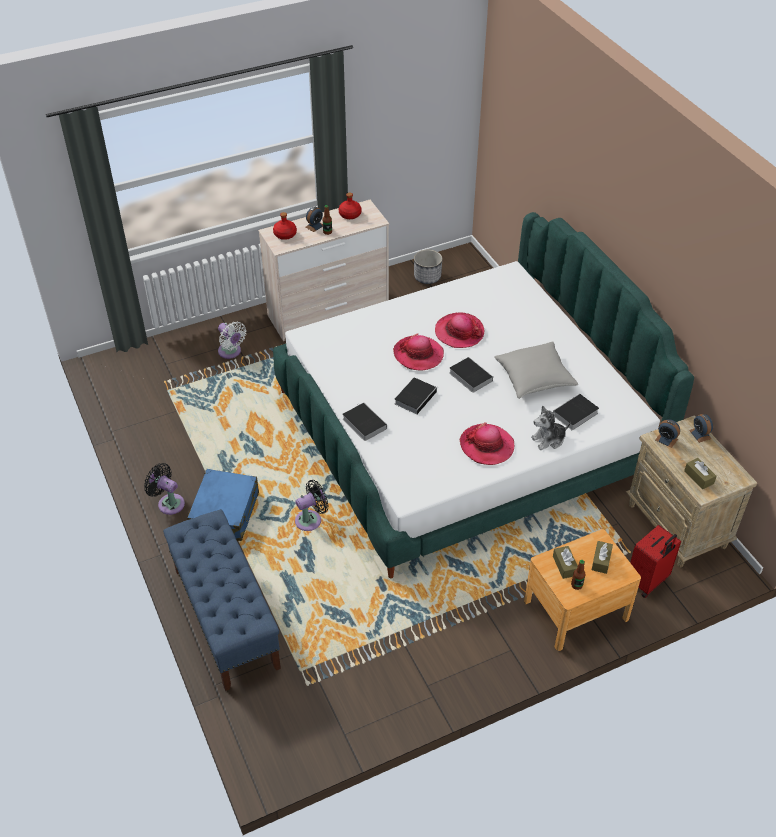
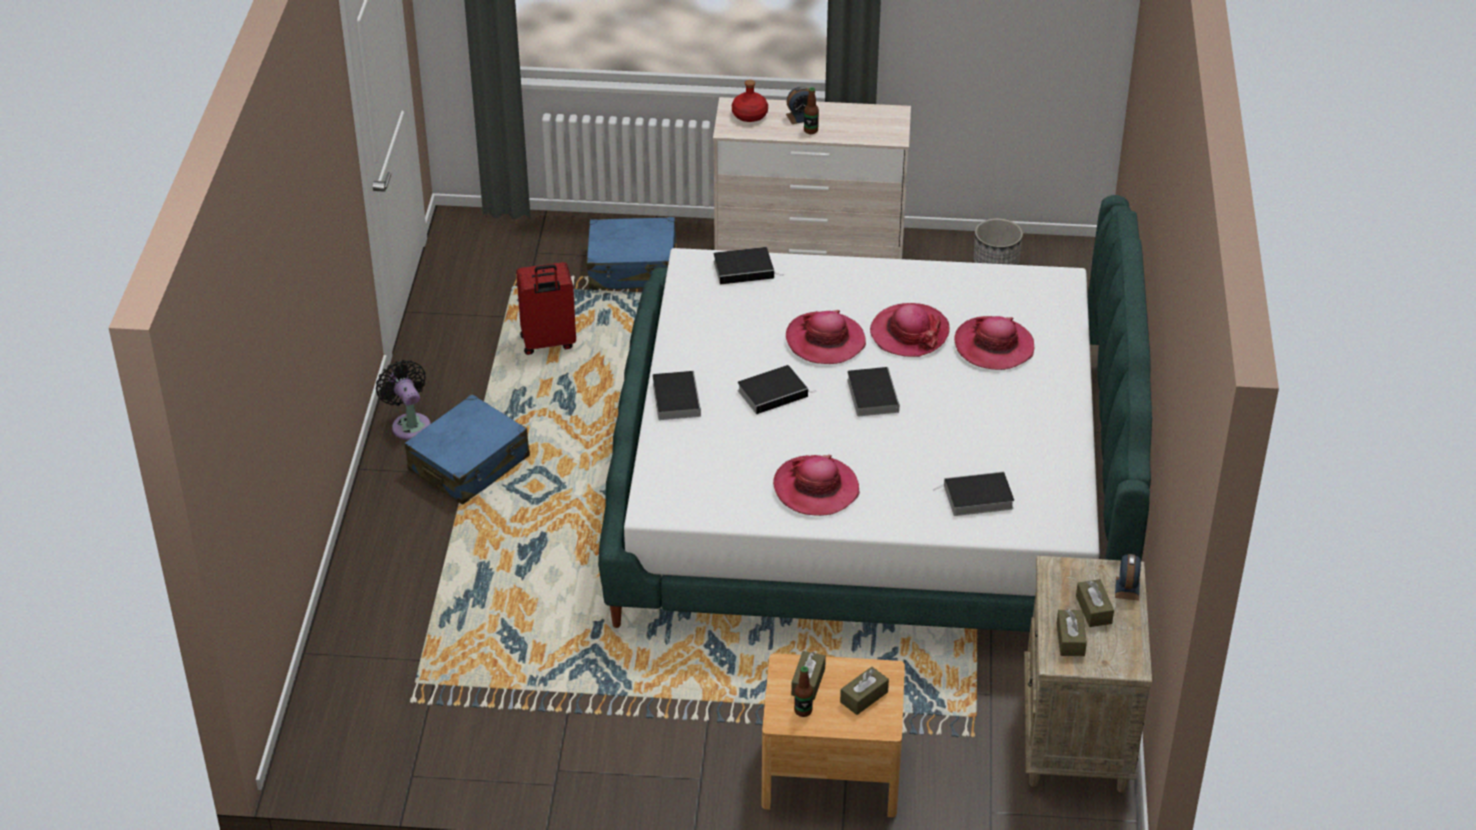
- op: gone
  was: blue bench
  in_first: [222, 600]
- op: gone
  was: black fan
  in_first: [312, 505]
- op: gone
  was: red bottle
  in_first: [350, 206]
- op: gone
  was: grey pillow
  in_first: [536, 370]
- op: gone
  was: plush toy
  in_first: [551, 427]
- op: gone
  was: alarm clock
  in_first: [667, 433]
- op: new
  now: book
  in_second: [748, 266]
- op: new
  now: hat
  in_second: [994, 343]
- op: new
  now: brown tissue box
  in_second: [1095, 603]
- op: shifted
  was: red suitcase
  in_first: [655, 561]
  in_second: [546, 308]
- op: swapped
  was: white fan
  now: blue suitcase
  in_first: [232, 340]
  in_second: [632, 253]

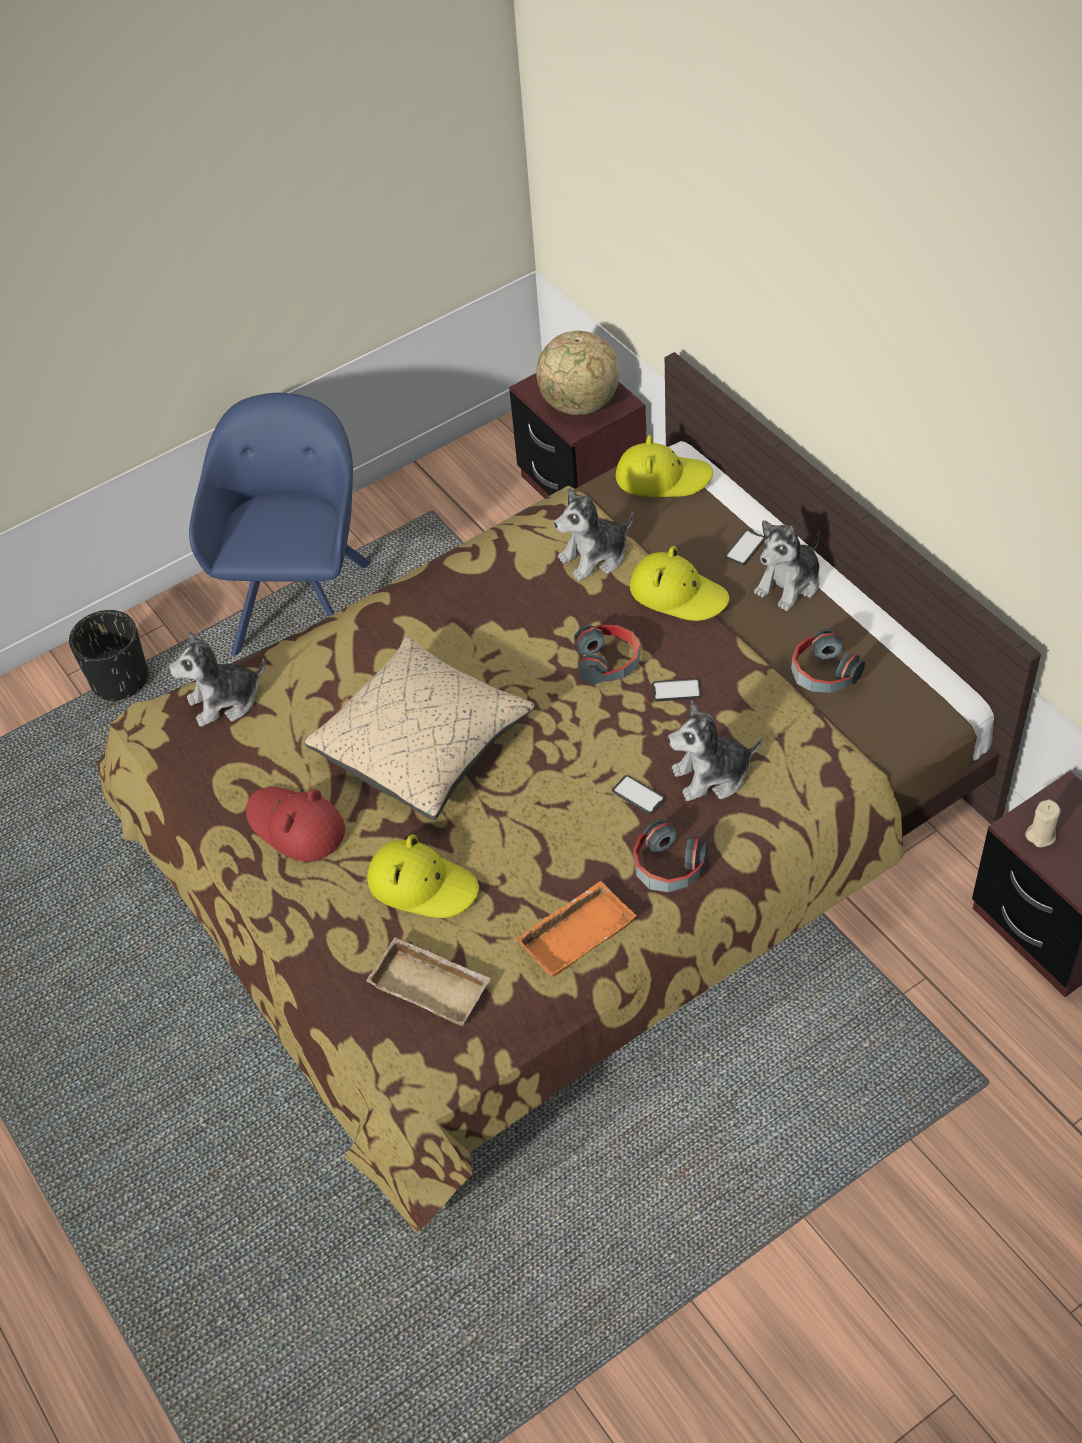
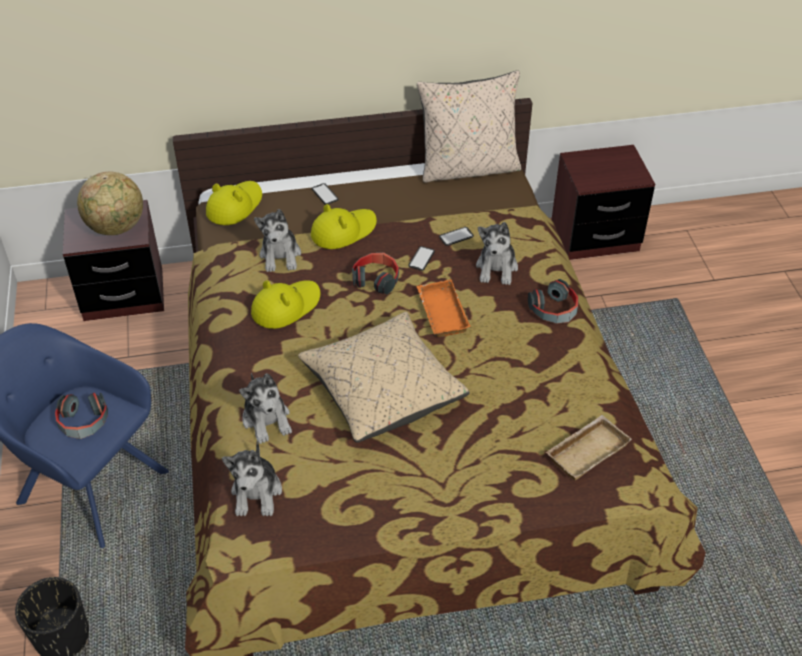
- op: gone
  was: red hat
  in_first: [295, 824]
- op: gone
  was: beige candle
  in_first: [1043, 823]
- op: new
  now: beige pillow
  in_second: [469, 127]
- op: shifted
  was: yellow hat
  in_first: [423, 876]
  in_second: [285, 304]
- op: shifted
  was: orange tray
  in_first: [576, 929]
  in_second: [443, 308]
- op: shifted
  was: phone
  in_first: [638, 794]
  in_second: [456, 236]
- op: shifted
  was: plush toy
  in_first: [787, 565]
  in_second: [265, 408]
- op: shifted
  was: headphones
  in_first: [828, 661]
  in_second: [81, 416]

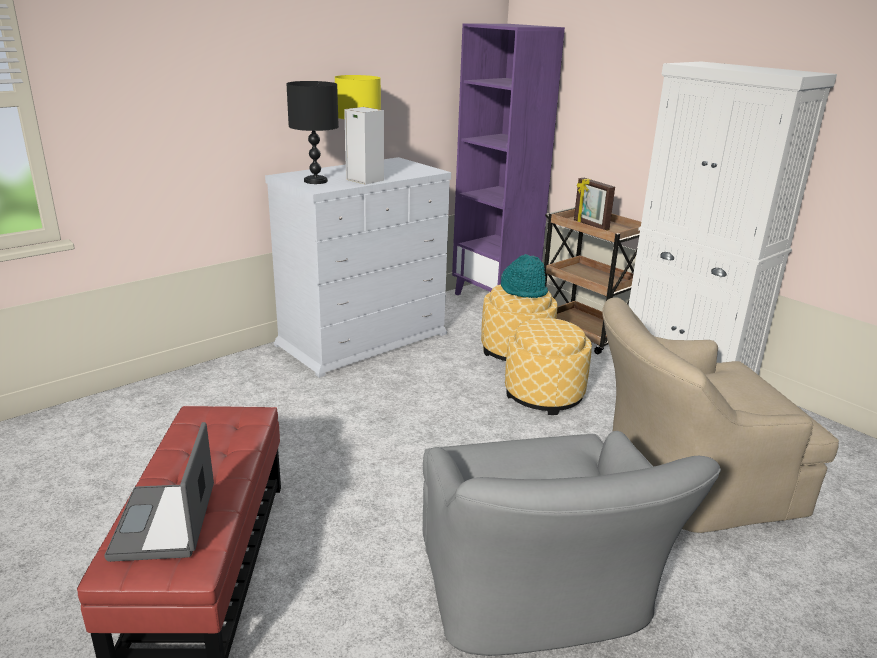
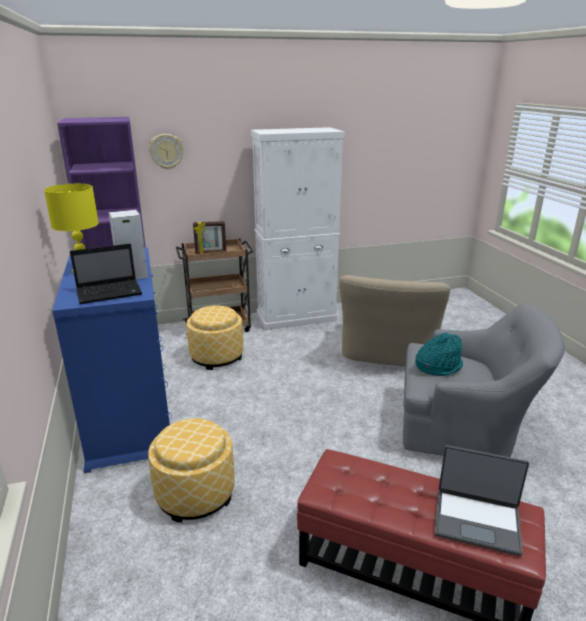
- op: new
  now: wall clock
  in_second: [166, 152]
- op: shifted
  was: turquoise hat
  in_first: [524, 276]
  in_second: [439, 354]
- op: shifted
  was: ottoman
  in_first: [548, 366]
  in_second: [191, 470]
- op: swapped
  was: black table lamp
  now: laptop
  in_first: [312, 132]
  in_second: [106, 274]
- op: repainted
  was: white dresser
  now: blue dresser
  in_first: [358, 267]
  in_second: [112, 360]

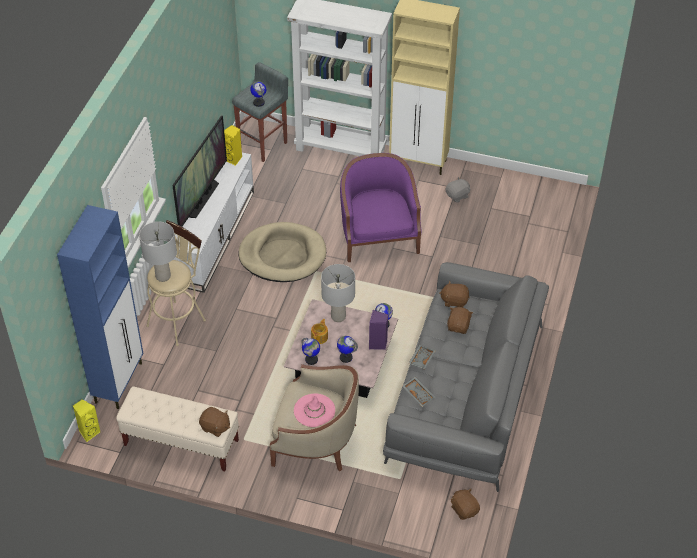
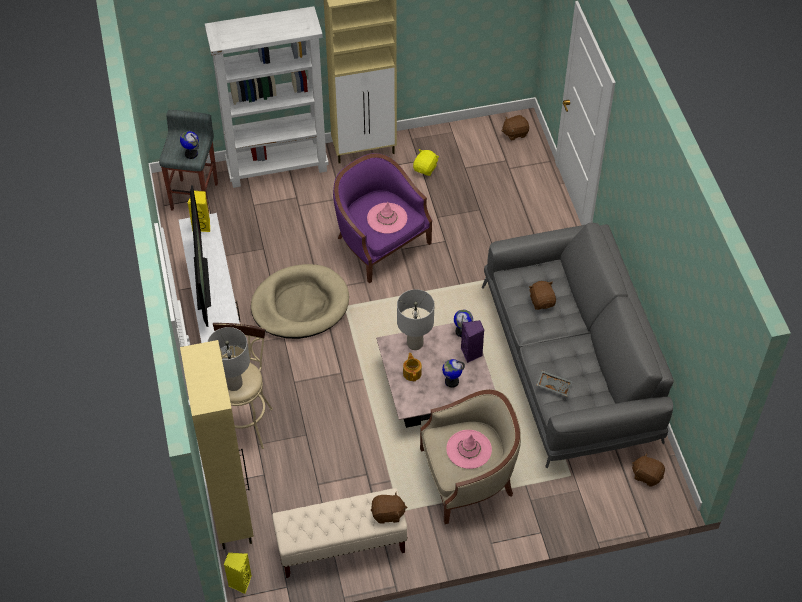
- op: gone
  was: globe
  in_first: [311, 351]
- op: gone
  was: grey tray
  in_first: [422, 357]
- op: new
  now: pink hat
  in_second: [387, 218]
- op: shifted
  was: brown plush toy
  in_first: [454, 294]
  in_second: [515, 128]
- op: repainted
  was: blue cabinet
  now: beige cabinet
  in_first: [100, 307]
  in_second: [217, 444]
- op: repainted
  was: grey plush toy
  now: yellow plush toy
  in_first: [458, 190]
  in_second: [426, 162]

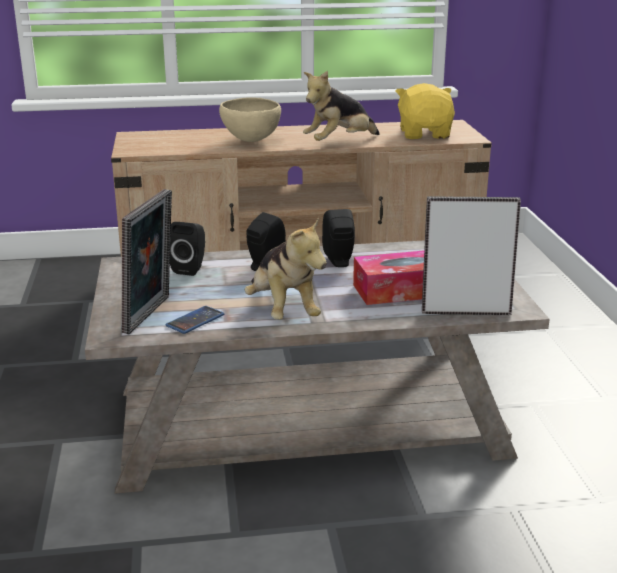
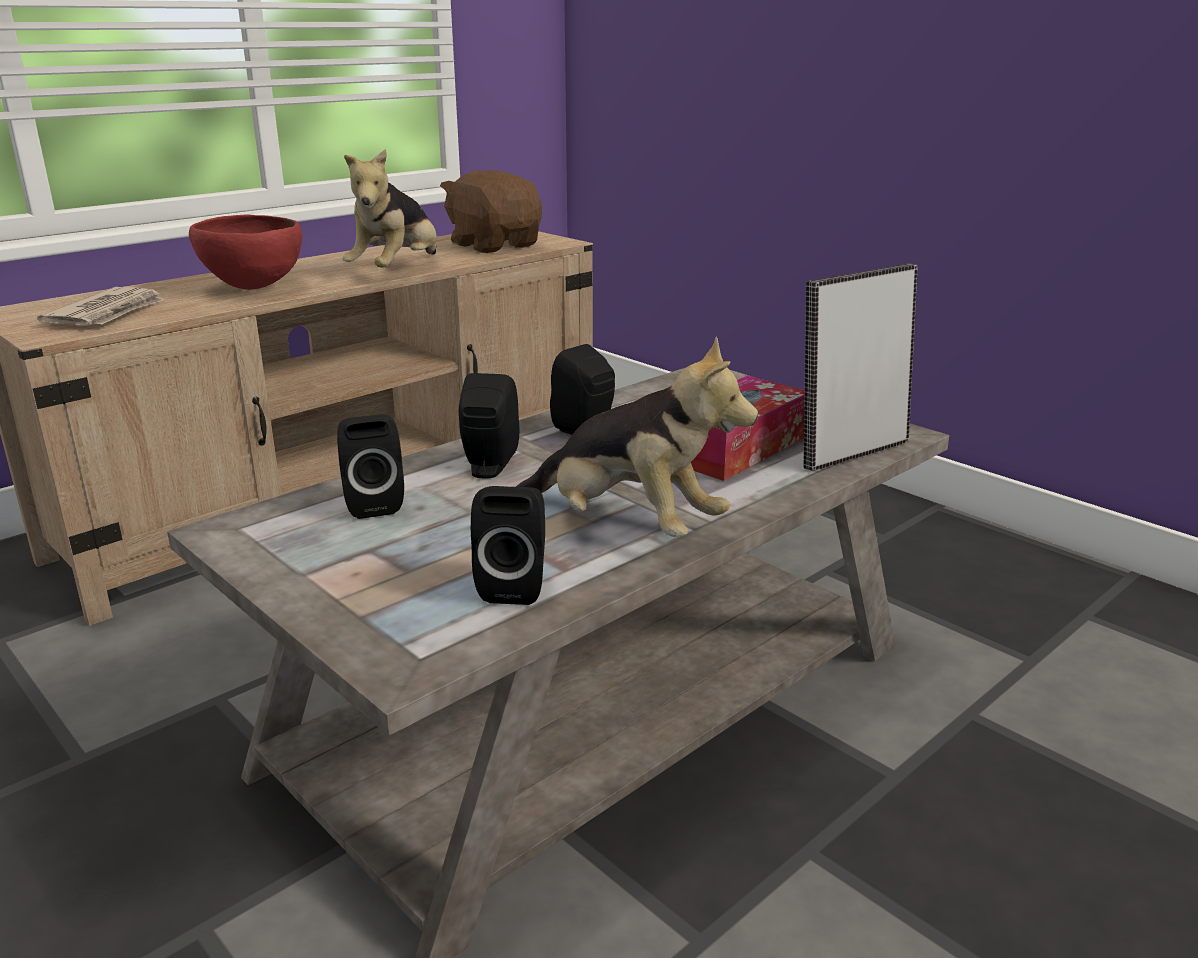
- op: gone
  was: picture frame
  in_first: [147, 261]
- op: new
  now: newspaper
  in_second: [100, 306]
- op: swapped
  was: phone
  now: black speaker
  in_first: [194, 320]
  in_second: [508, 545]
- op: repainted
  was: beige bowl
  now: red bowl
  in_first: [250, 119]
  in_second: [245, 252]
- op: repainted
  was: yellow plush toy
  now: brown plush toy
  in_first: [425, 111]
  in_second: [491, 211]

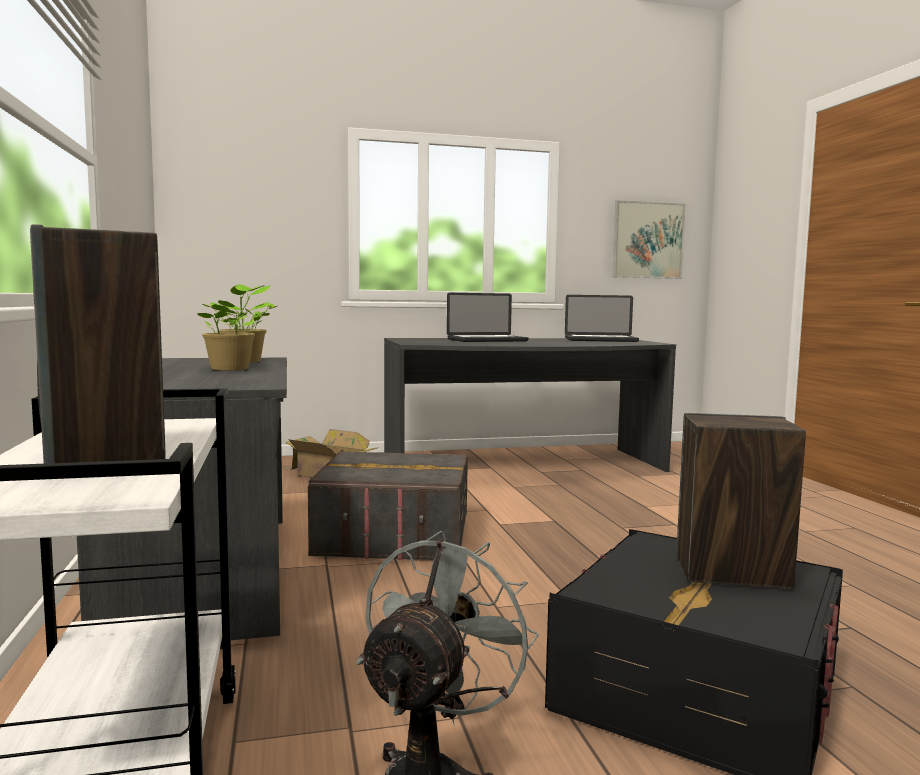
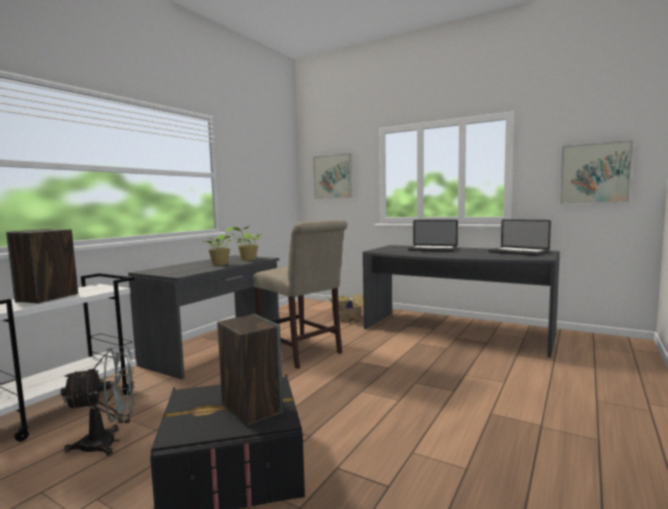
- op: new
  now: picture
  in_second: [332, 176]
- op: swapped
  was: grey storage box
  now: beige chair
  in_first: [388, 505]
  in_second: [300, 294]

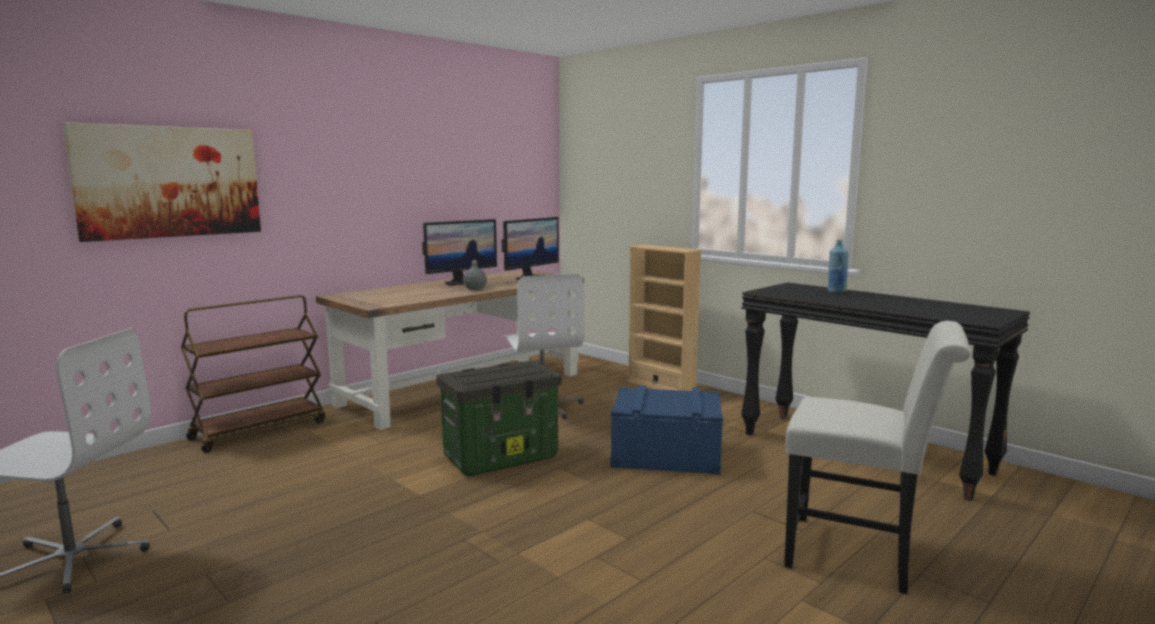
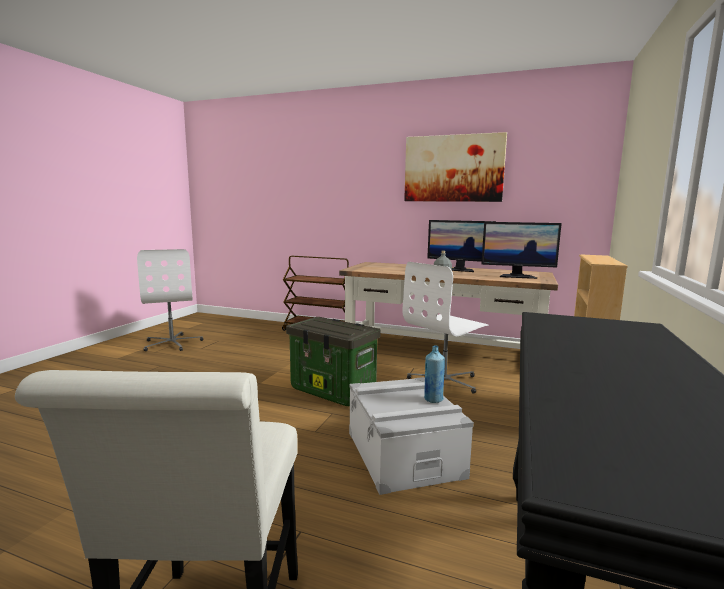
- op: shifted
  was: picture
  in_first: [162, 182]
  in_second: [455, 167]
- op: shifted
  was: blue bottle
  in_first: [838, 266]
  in_second: [434, 374]
- op: repainted
  was: blue storage box
  now: grey storage box
  in_first: [666, 430]
  in_second: [411, 436]

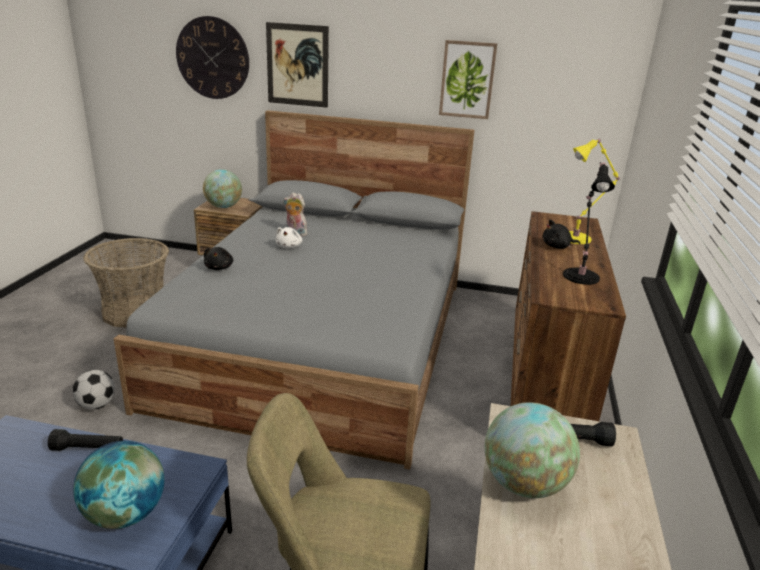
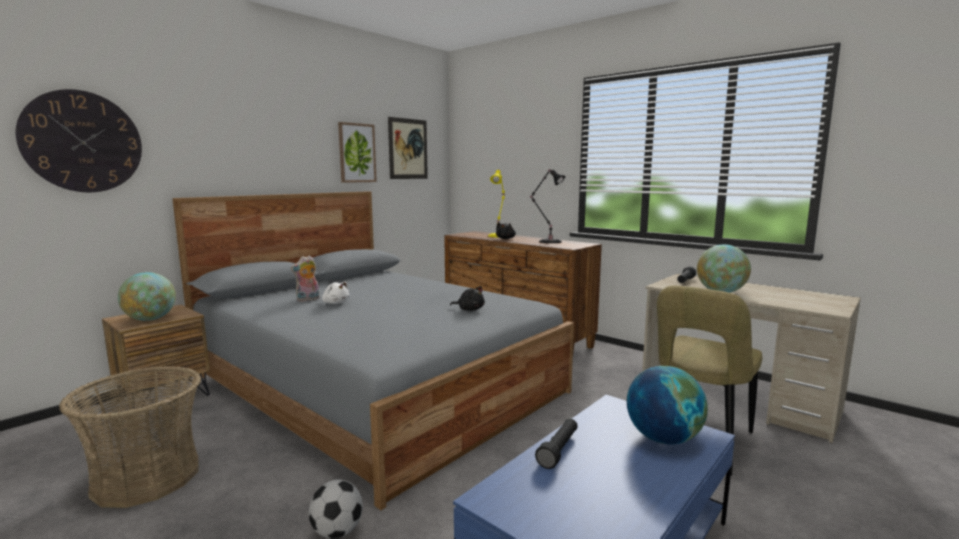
- op: shifted
  was: black plush toy
  in_first: [218, 258]
  in_second: [467, 298]
- op: shifted
  was: picture
  in_first: [297, 65]
  in_second: [408, 148]

